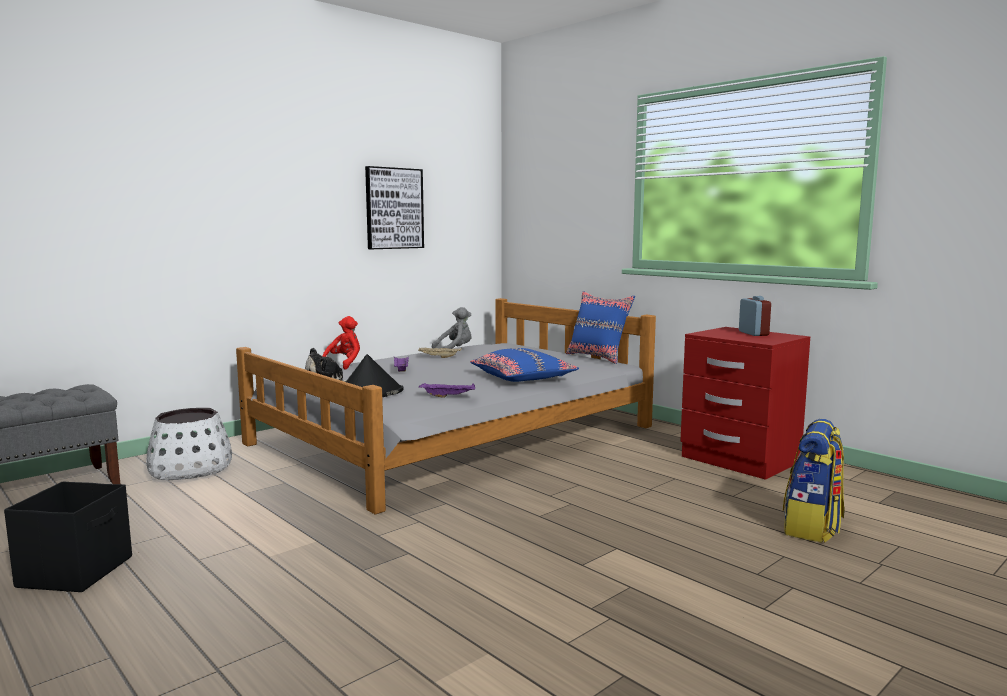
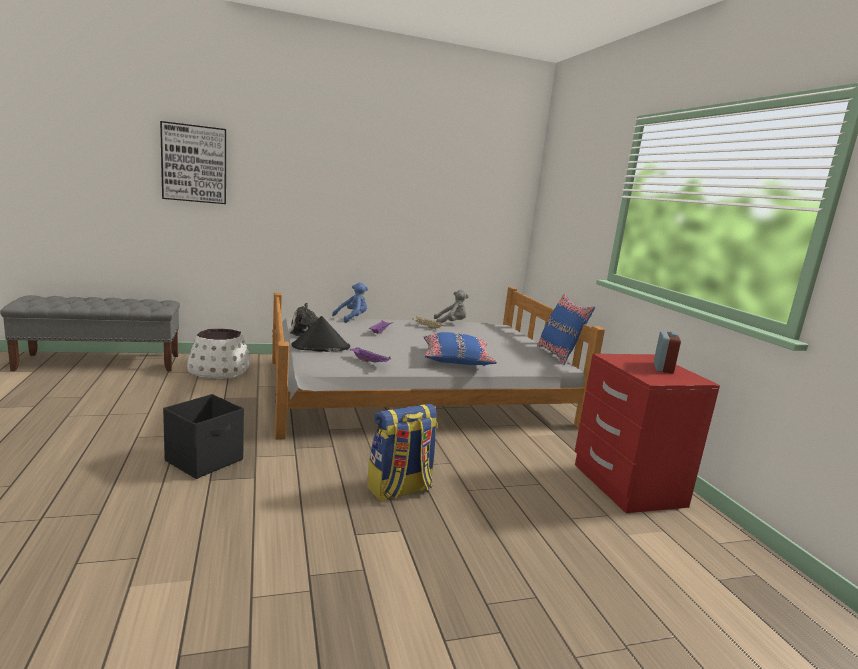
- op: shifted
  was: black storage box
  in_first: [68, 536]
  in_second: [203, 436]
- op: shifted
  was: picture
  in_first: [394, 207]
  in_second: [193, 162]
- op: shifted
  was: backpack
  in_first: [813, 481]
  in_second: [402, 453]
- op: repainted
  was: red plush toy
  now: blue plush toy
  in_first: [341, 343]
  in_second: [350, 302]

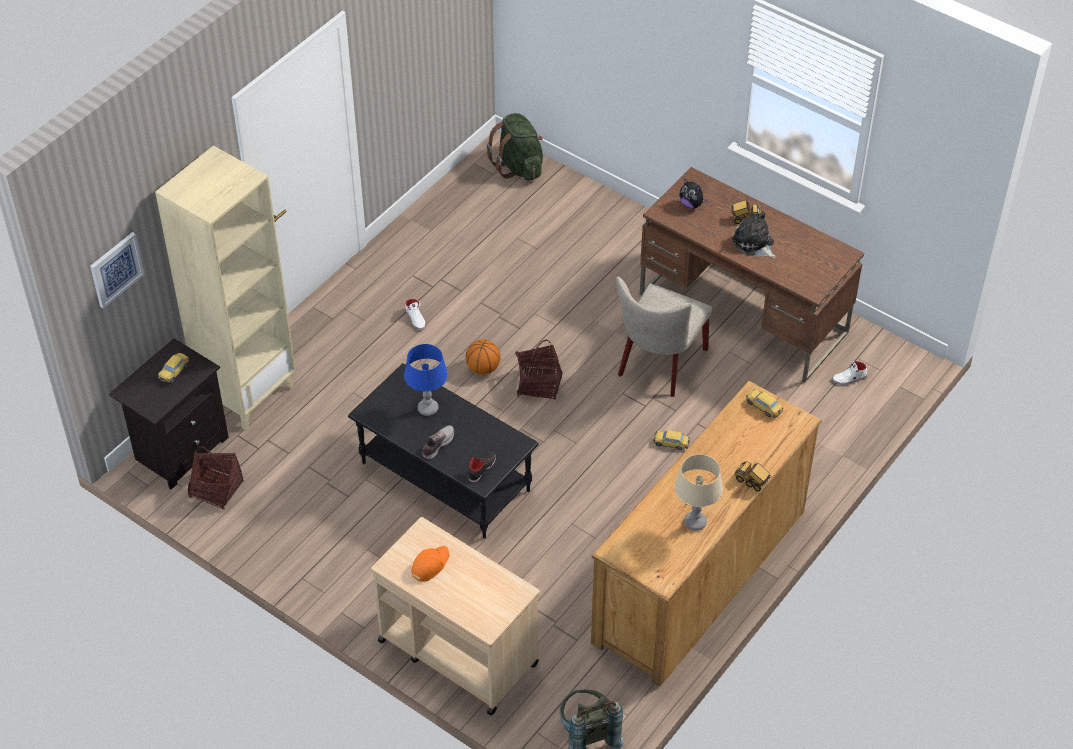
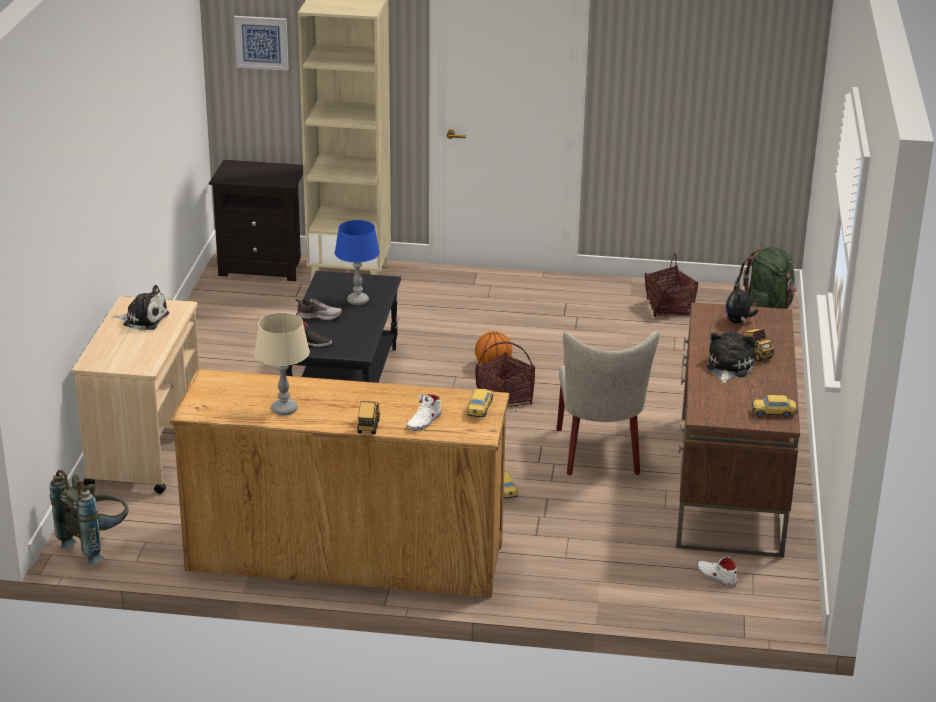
- op: shifted
  was: toy car
  in_first: [174, 368]
  in_second: [774, 406]
- op: shifted
  was: basket
  in_first: [216, 478]
  in_second: [671, 285]
- op: shifted
  was: white shoe
  in_first: [415, 314]
  in_second: [424, 412]
- op: swapped
  was: orange cap
  now: plush toy
  in_first: [430, 563]
  in_second: [141, 307]
- op: rotated
  was: beige chair
  in_first: [664, 336]
  in_second: [608, 403]
  clockwise: -90

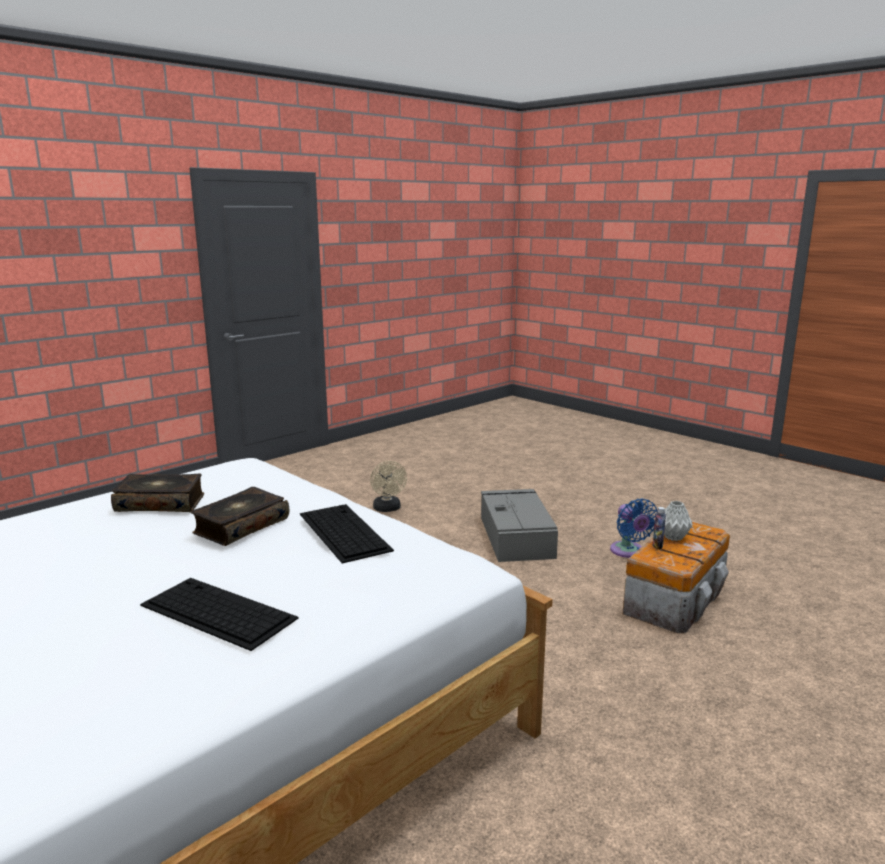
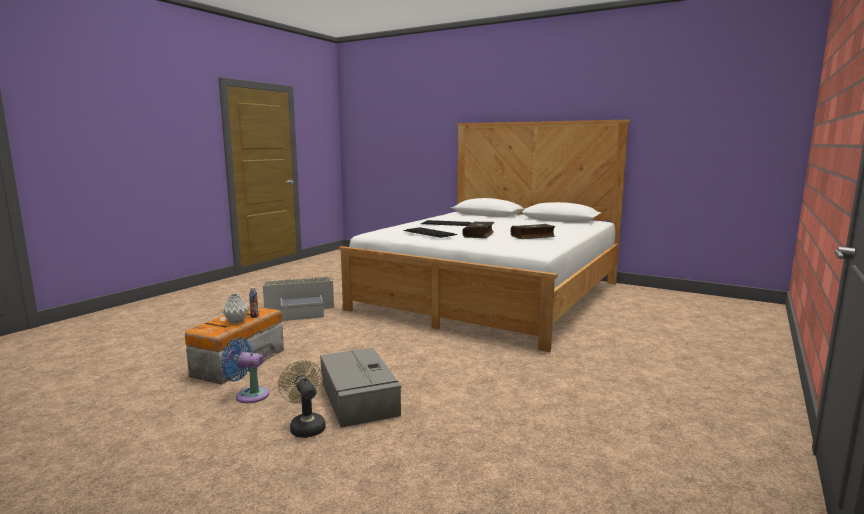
- op: new
  now: grey storage box
  in_second: [298, 298]
- op: shifted
  was: beige fan
  in_first: [388, 486]
  in_second: [302, 399]
- op: rotated
  was: blue fan
  in_first: [633, 528]
  in_second: [245, 370]
  clockwise: -45

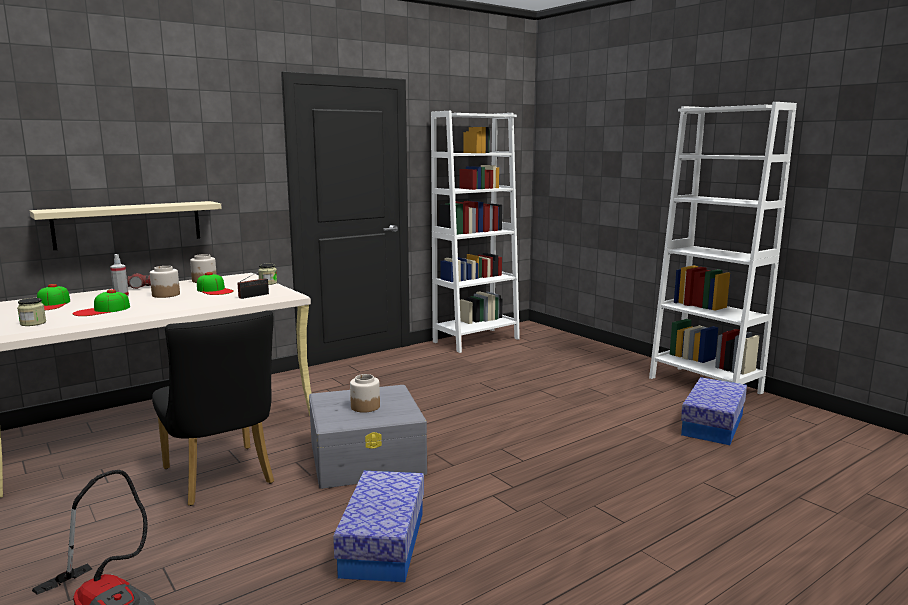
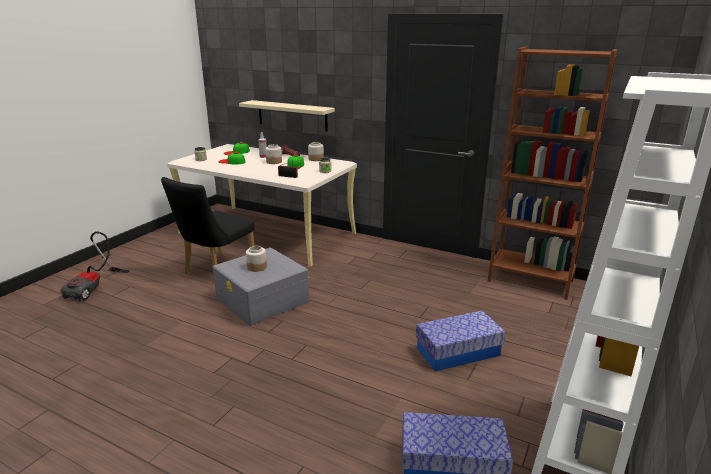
- op: shifted
  was: storage box
  in_first: [378, 526]
  in_second: [460, 341]
- op: repainted
  was: white bookcase
  now: brown bookcase
  in_first: [475, 232]
  in_second: [552, 173]

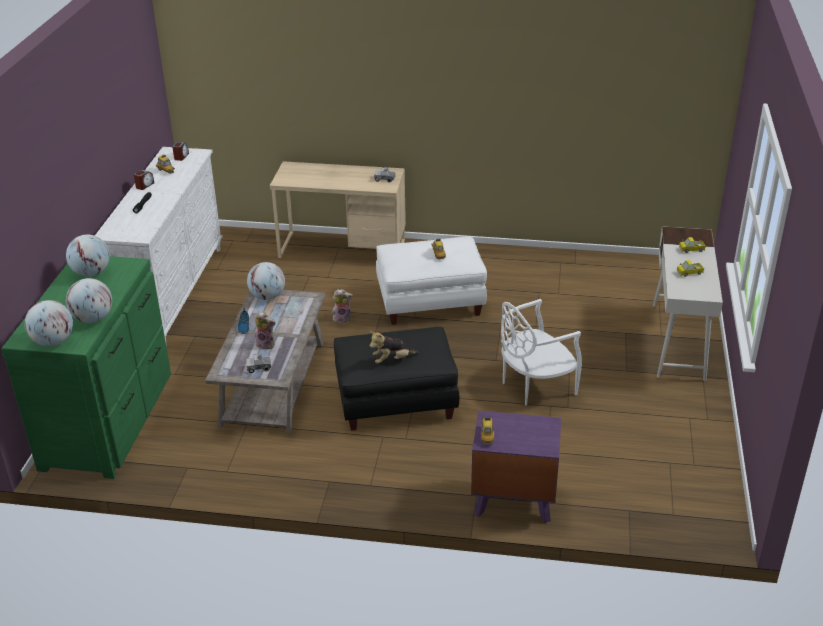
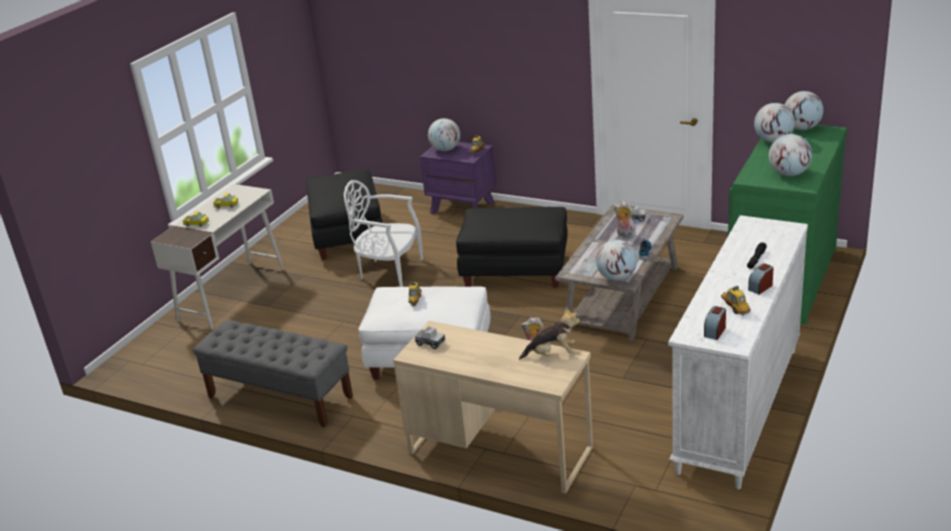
- op: new
  now: grey bench
  in_second: [273, 374]
- op: new
  now: black ottoman
  in_second: [344, 214]
- op: new
  now: globe
  in_second: [444, 134]
- op: shifted
  was: plush toy
  in_first: [394, 347]
  in_second: [549, 333]
- op: rotated
  was: white chair
  in_first: [541, 352]
  in_second: [383, 233]
  clockwise: -150

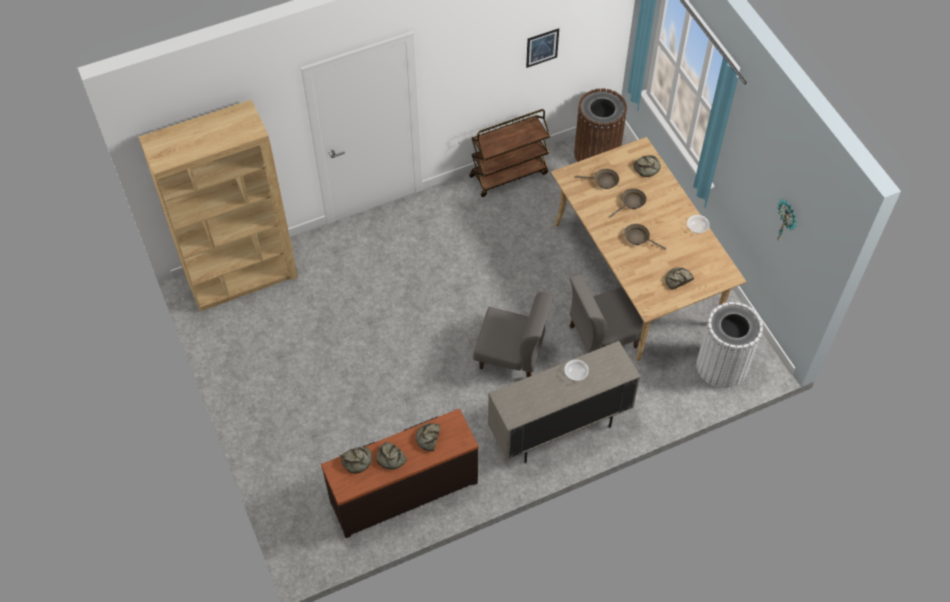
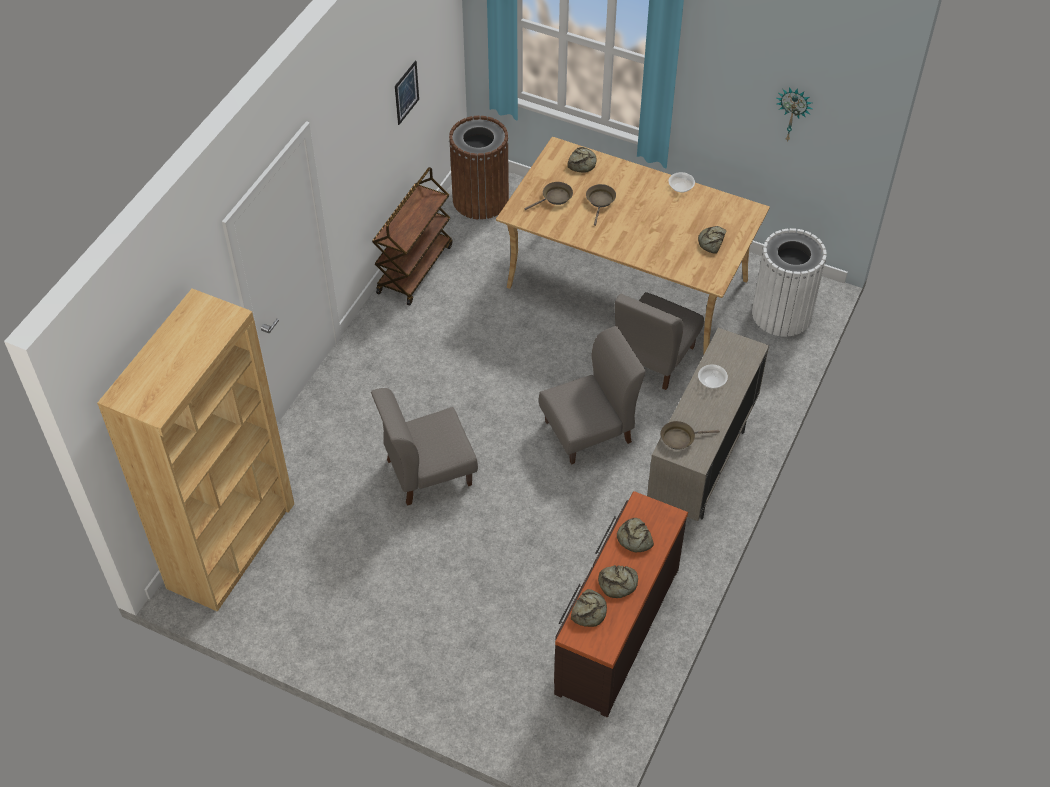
- op: new
  now: grey chair
  in_second: [424, 447]
- op: shifted
  was: brown frying pan
  in_first: [645, 237]
  in_second: [690, 435]

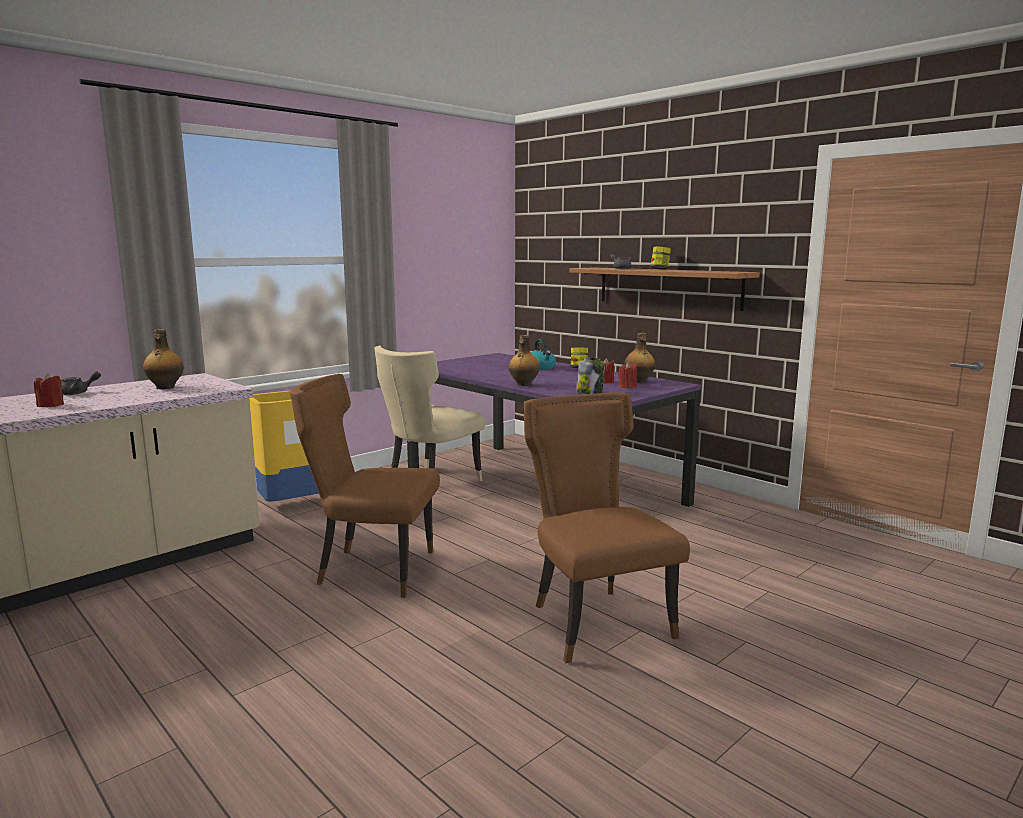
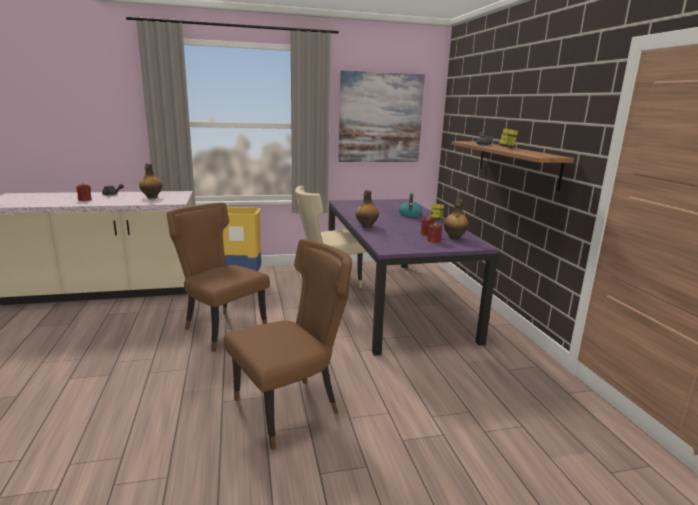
- op: gone
  was: jar
  in_first: [590, 375]
- op: new
  now: picture
  in_second: [381, 116]
- op: rotated
  was: brown chair
  in_first: [607, 528]
  in_second: [287, 344]
  clockwise: 45

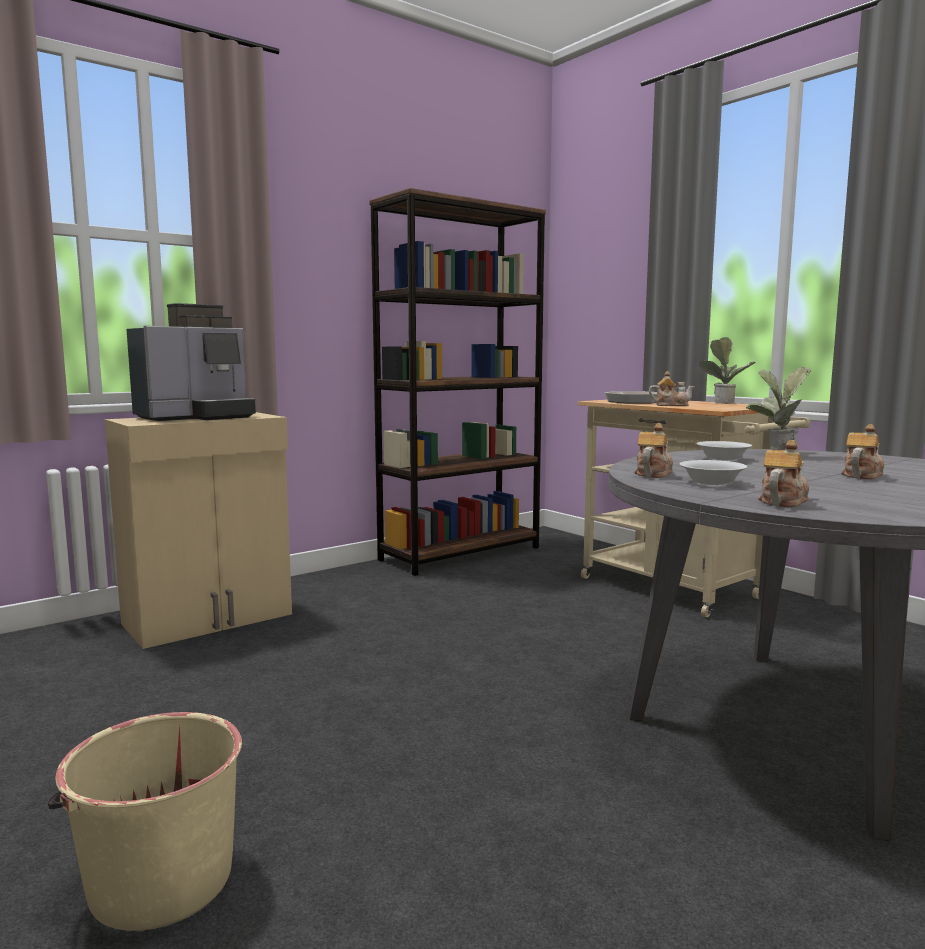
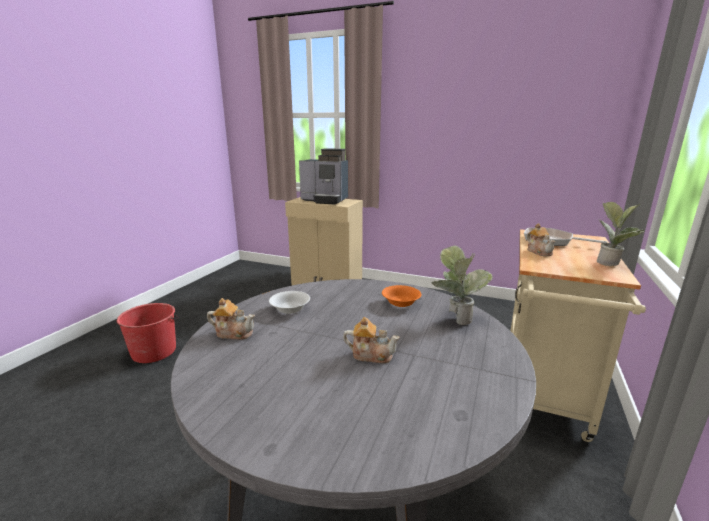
- op: gone
  was: brown bookcase
  in_first: [457, 382]
- op: gone
  was: teapot
  in_first: [653, 450]
- op: repainted
  was: beige bucket
  now: red bucket
  in_first: [145, 821]
  in_second: [148, 333]
- op: repainted
  was: white bowl
  now: orange bowl
  in_first: [724, 451]
  in_second: [401, 296]

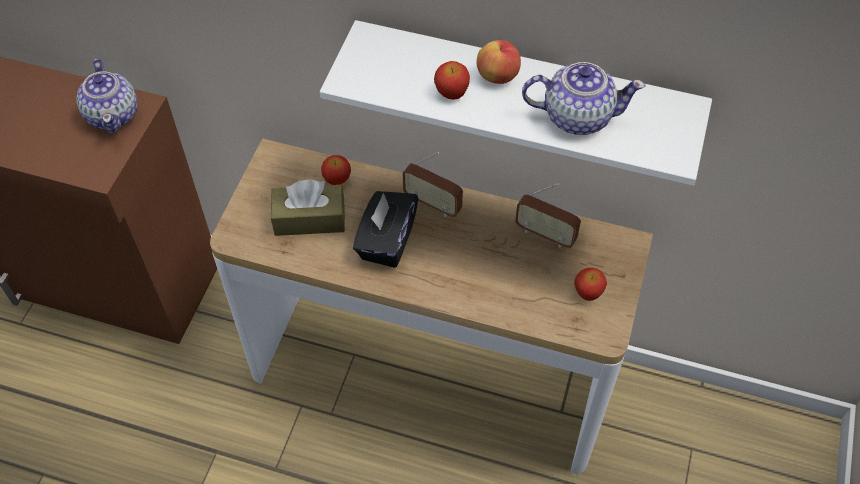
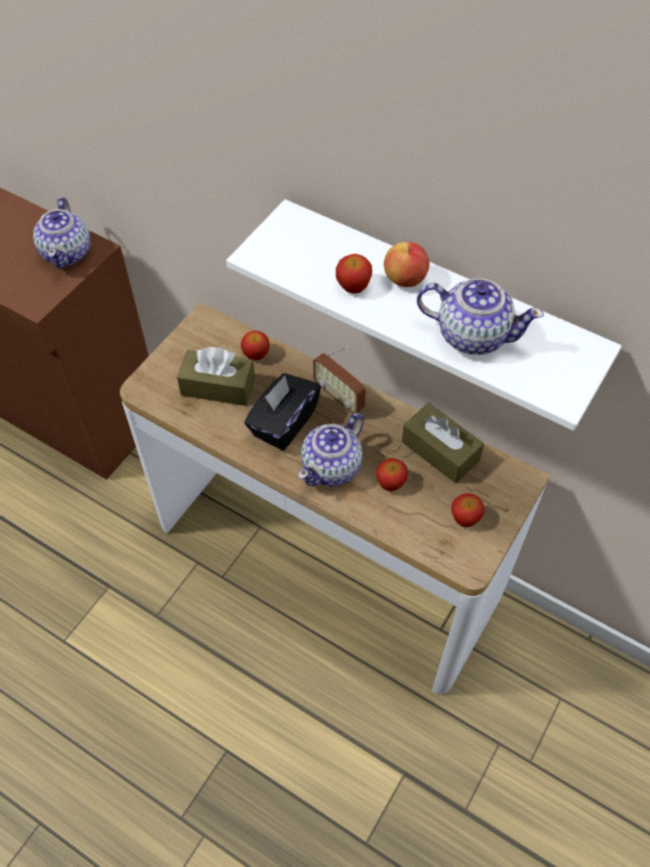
- op: new
  now: teapot
  in_second: [331, 449]
- op: new
  now: apple
  in_second: [392, 474]
- op: swapped
  was: radio
  now: brown tissue box
  in_first: [548, 215]
  in_second: [443, 443]

